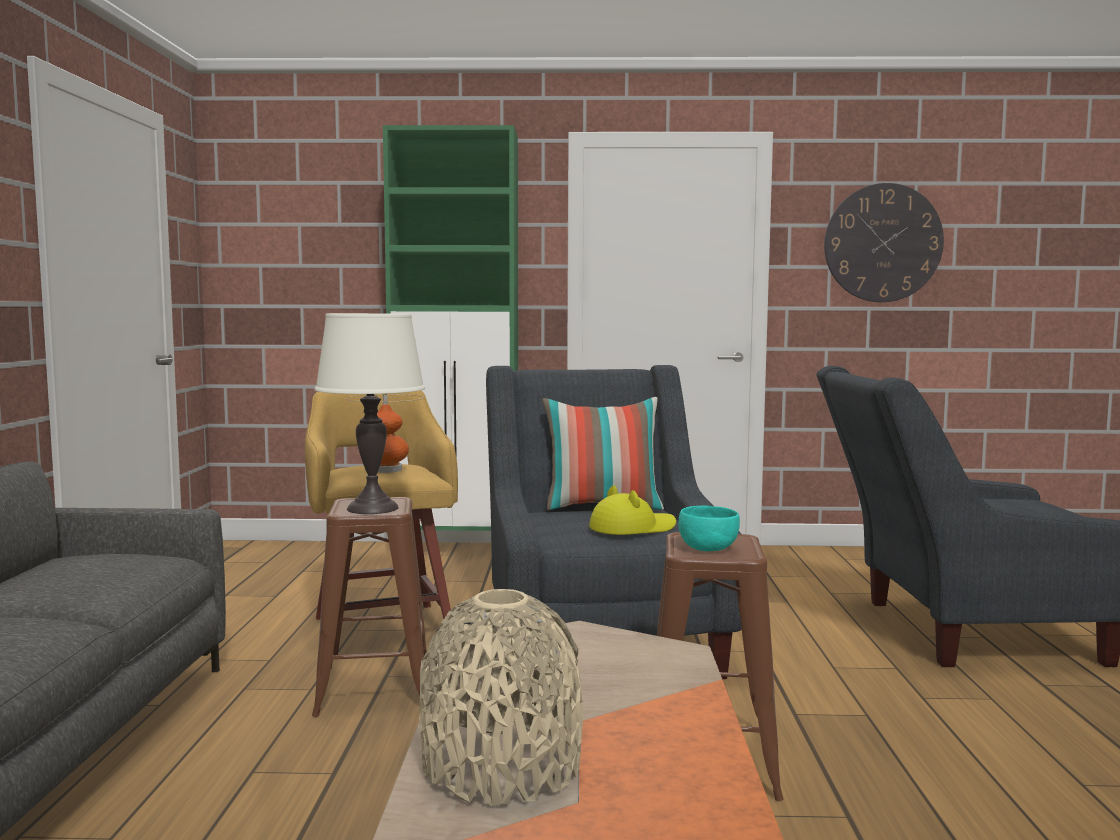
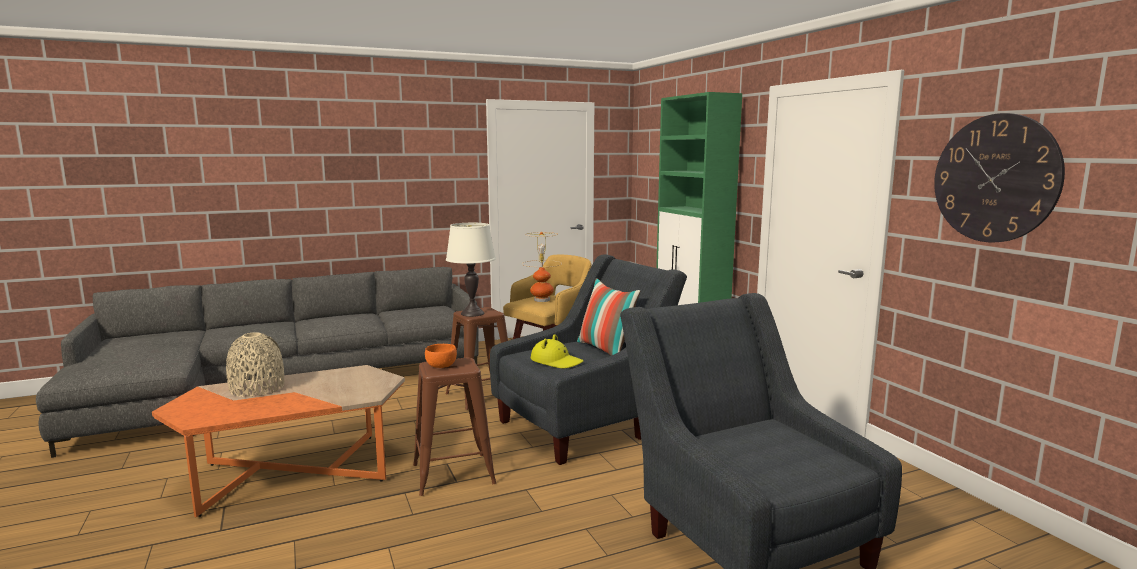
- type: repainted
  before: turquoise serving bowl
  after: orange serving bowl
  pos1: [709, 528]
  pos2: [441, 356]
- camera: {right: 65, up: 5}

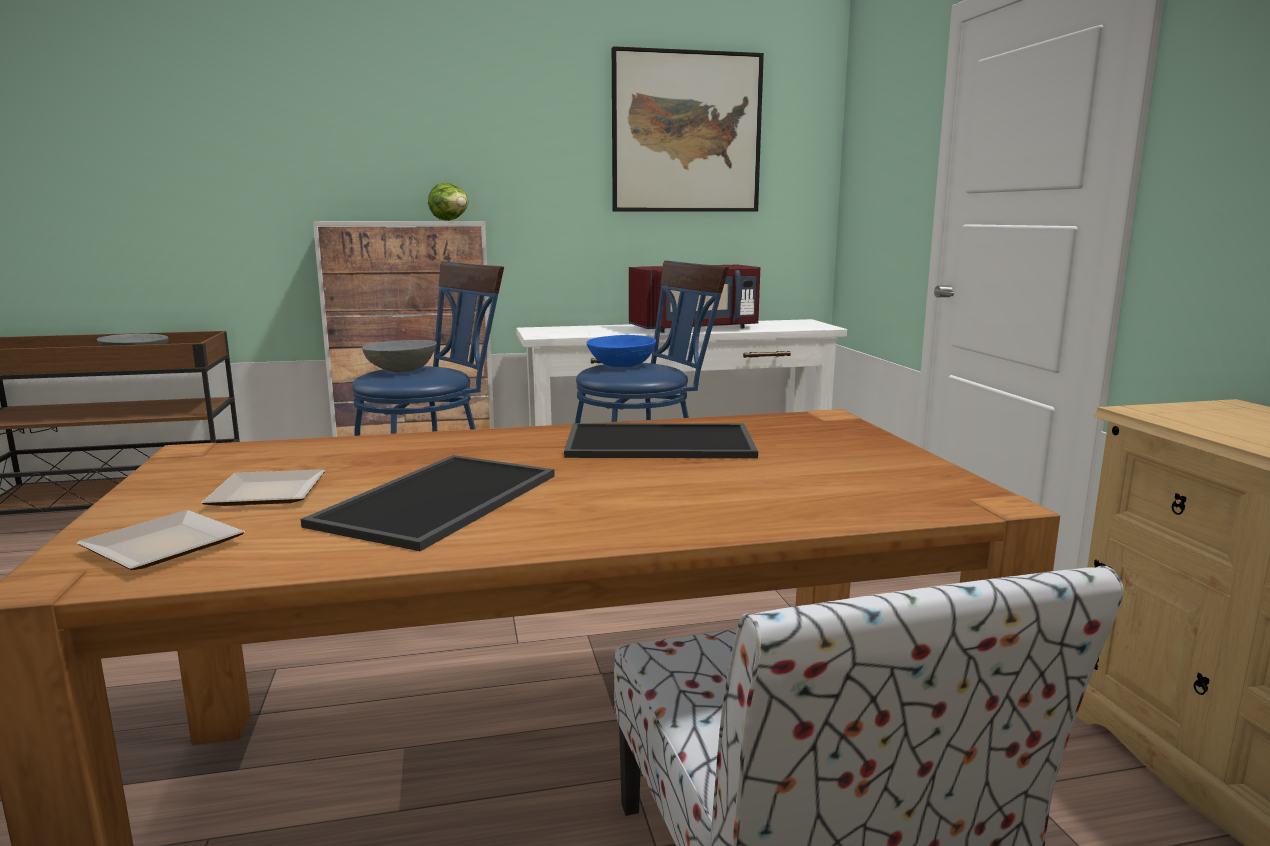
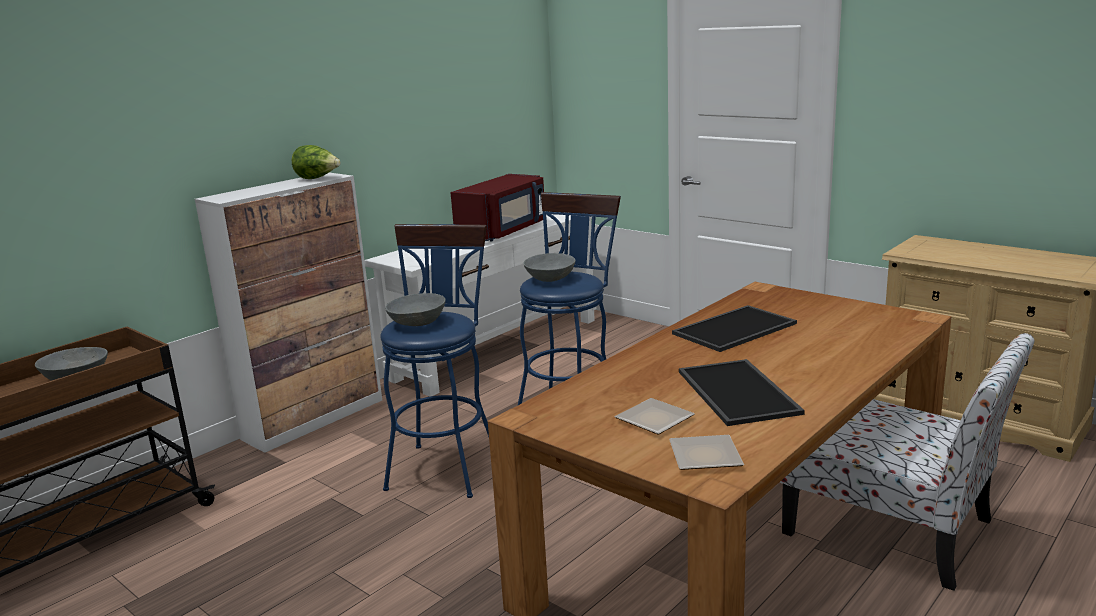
- type: repainted
  before: blue serving bowl
  after: greyish serving bowl
  pos1: [621, 351]
  pos2: [549, 267]
- type: gone
  before: wall art
  pos1: [688, 129]
- camera: {right: -35, up: 5}

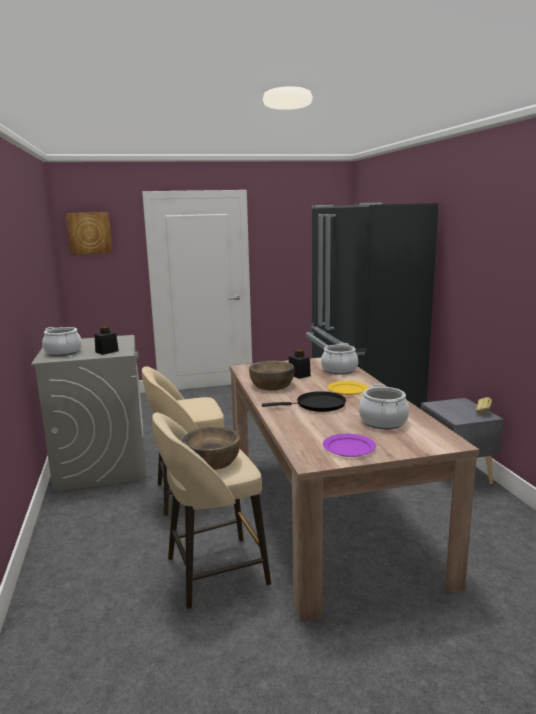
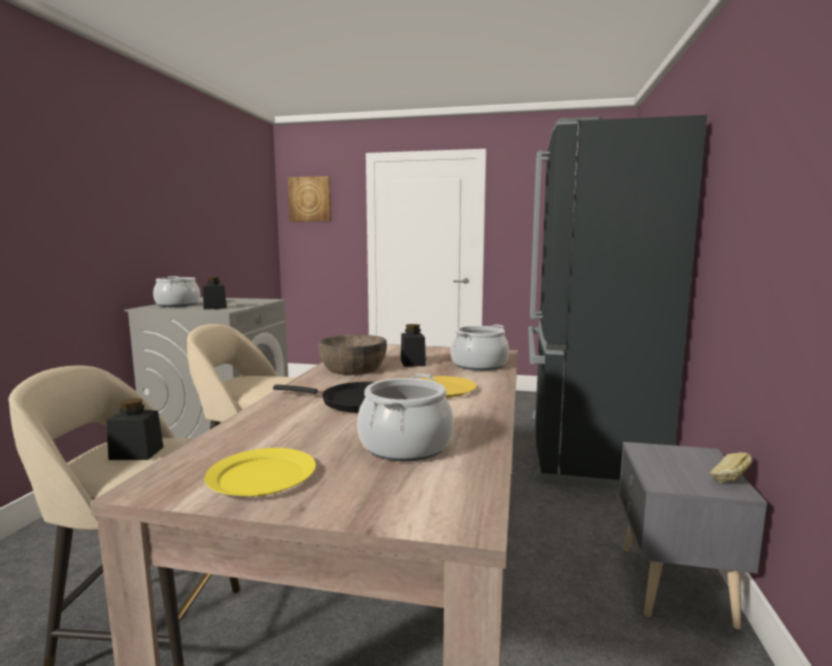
- type: swapped
  before: brownish serving bowl
  after: black-coloured preserve jar
  pos1: [211, 448]
  pos2: [134, 429]
- type: repainted
  before: purple flat dish
  after: yellow flat dish
  pos1: [349, 445]
  pos2: [260, 472]
- camera: {right: 25, up: -5}

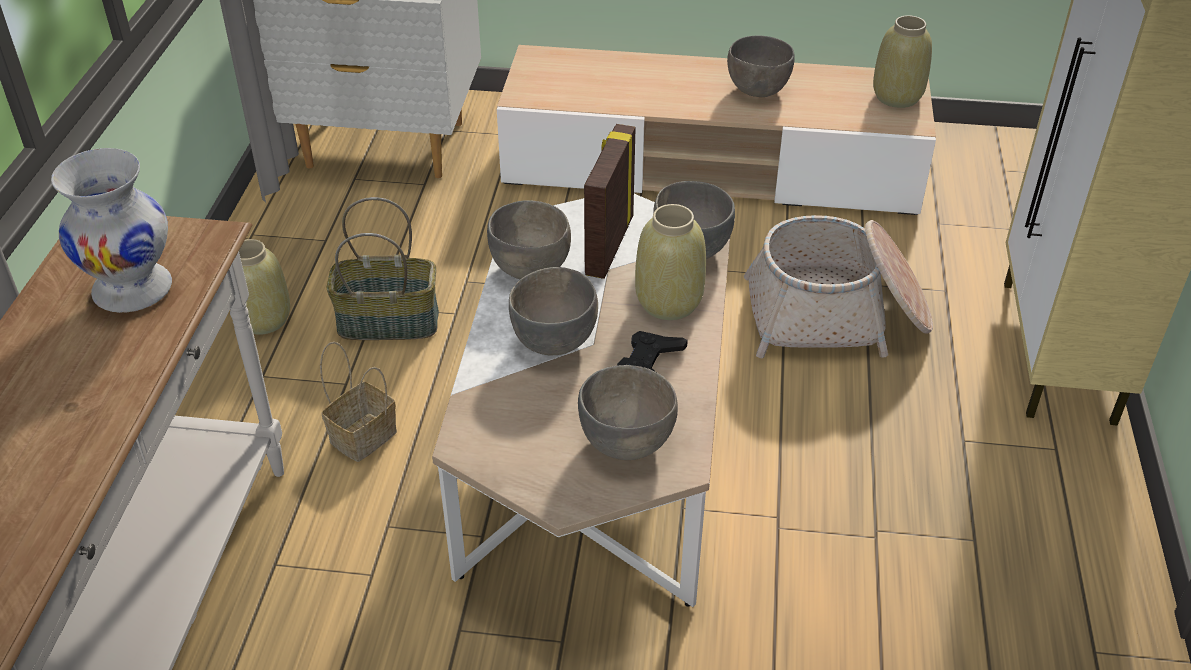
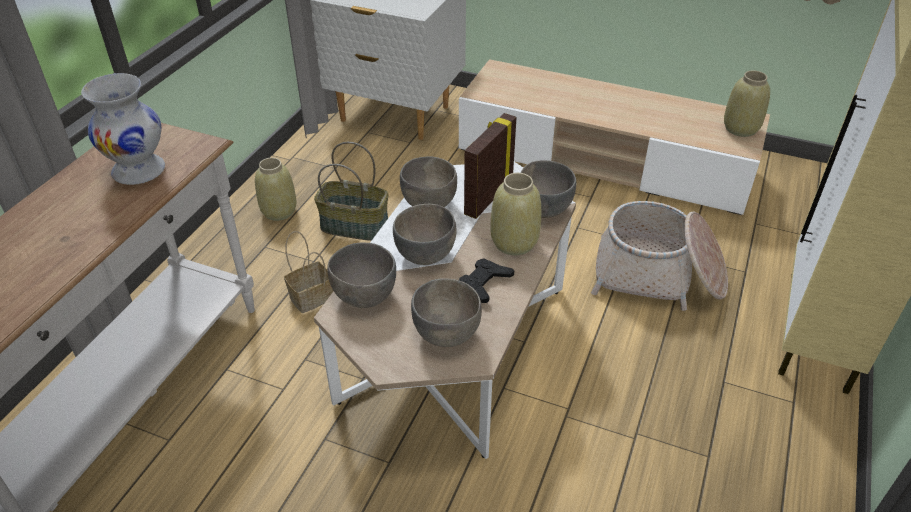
- type: shifted
  before: greyish serving bowl
  pos1: [761, 66]
  pos2: [361, 275]
- camera: {right: 15, up: 0}

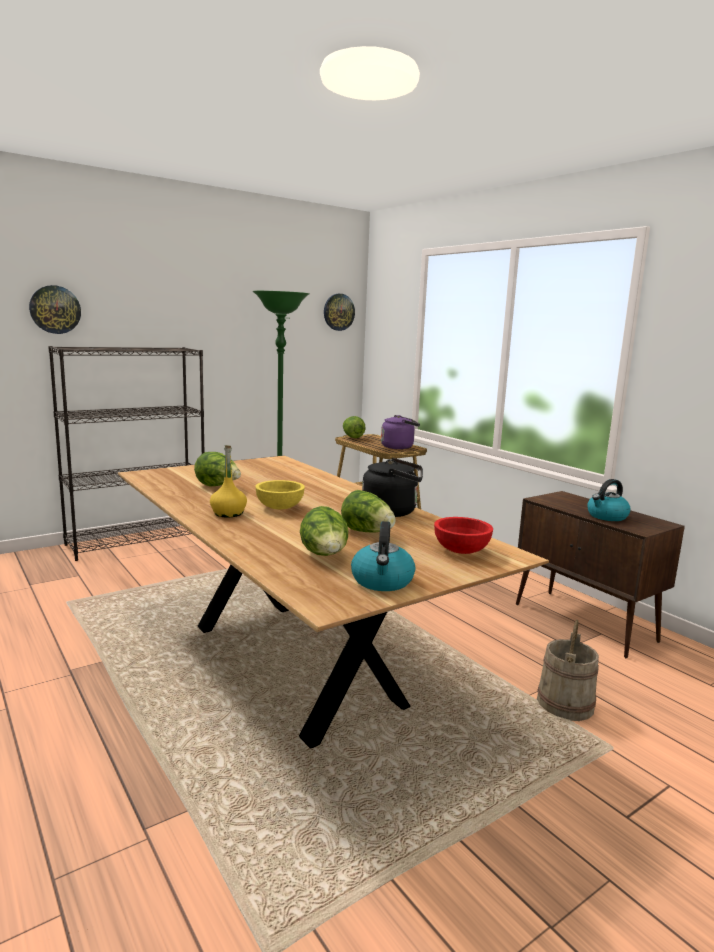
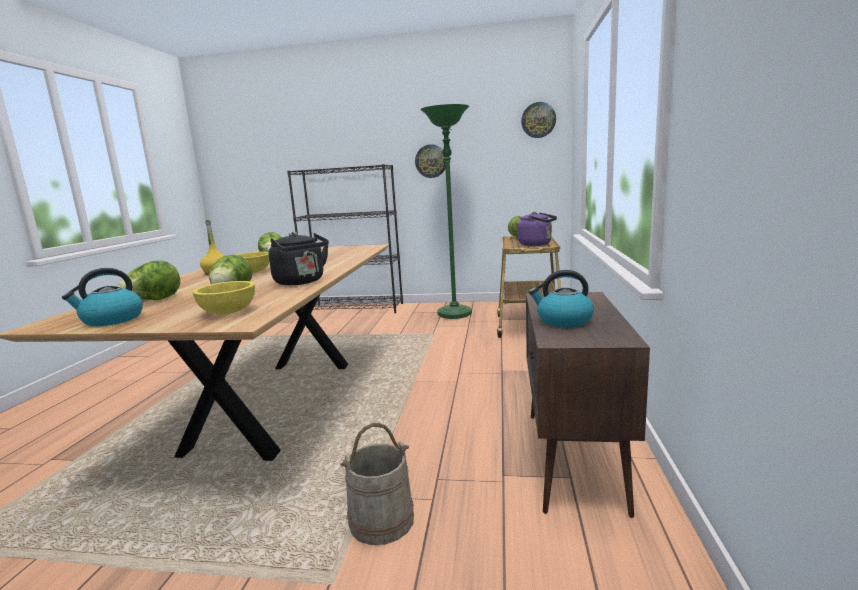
- type: repainted
  before: red serving bowl
  after: yellow serving bowl
  pos1: [463, 535]
  pos2: [223, 297]
- type: shifted
  before: hanging clock
  pos1: [55, 309]
  pos2: [430, 161]
- camera: {right: 45, up: 0}

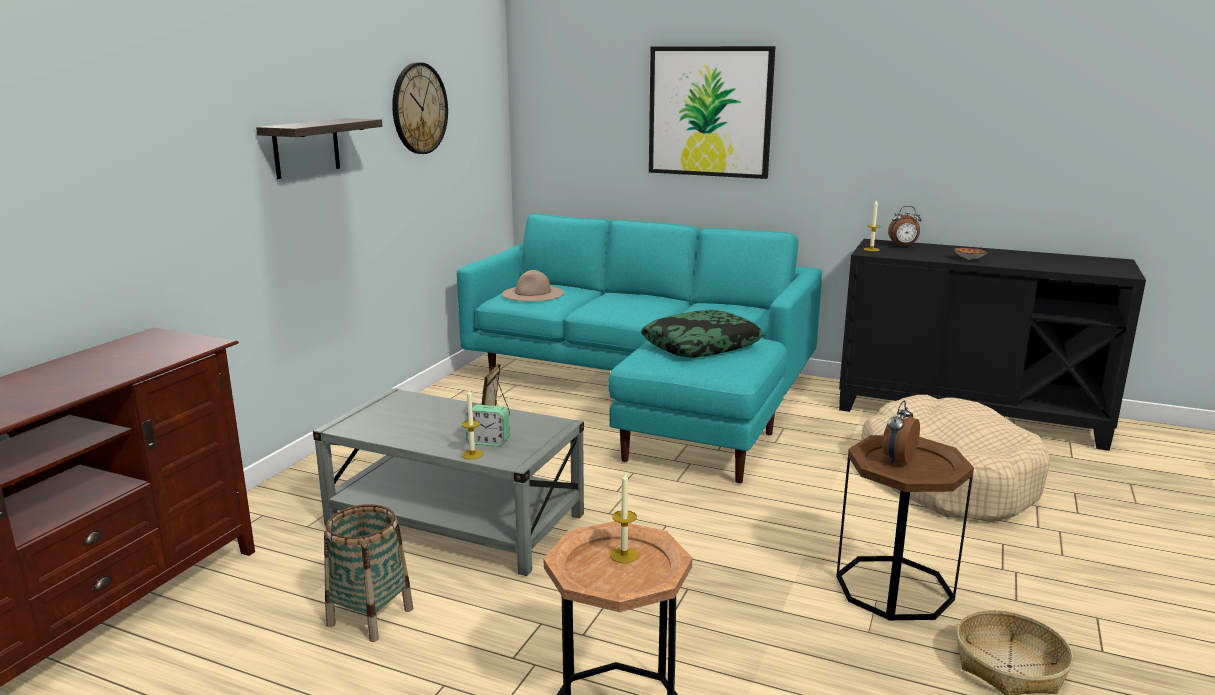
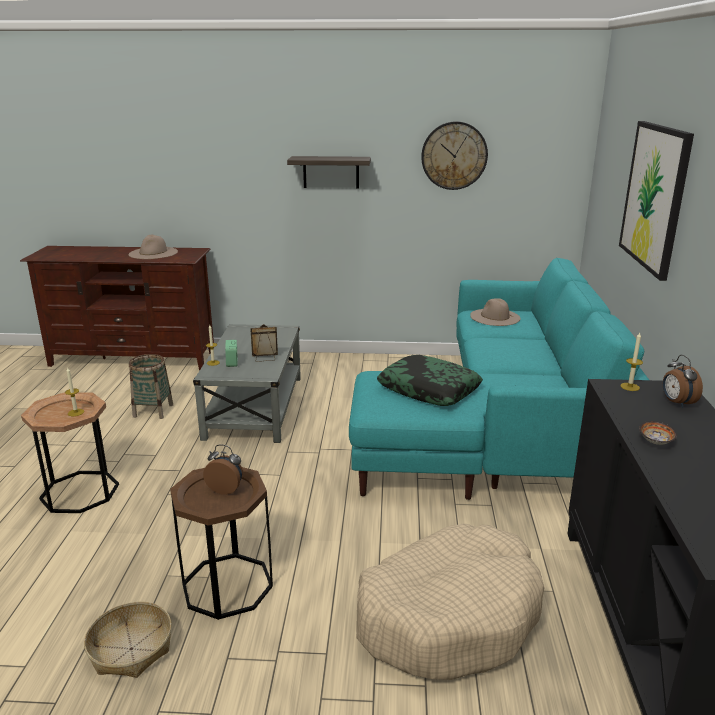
- type: new
  after: beige-coloured hat
  pos2: [153, 247]
- camera: {right: 70, up: 5}

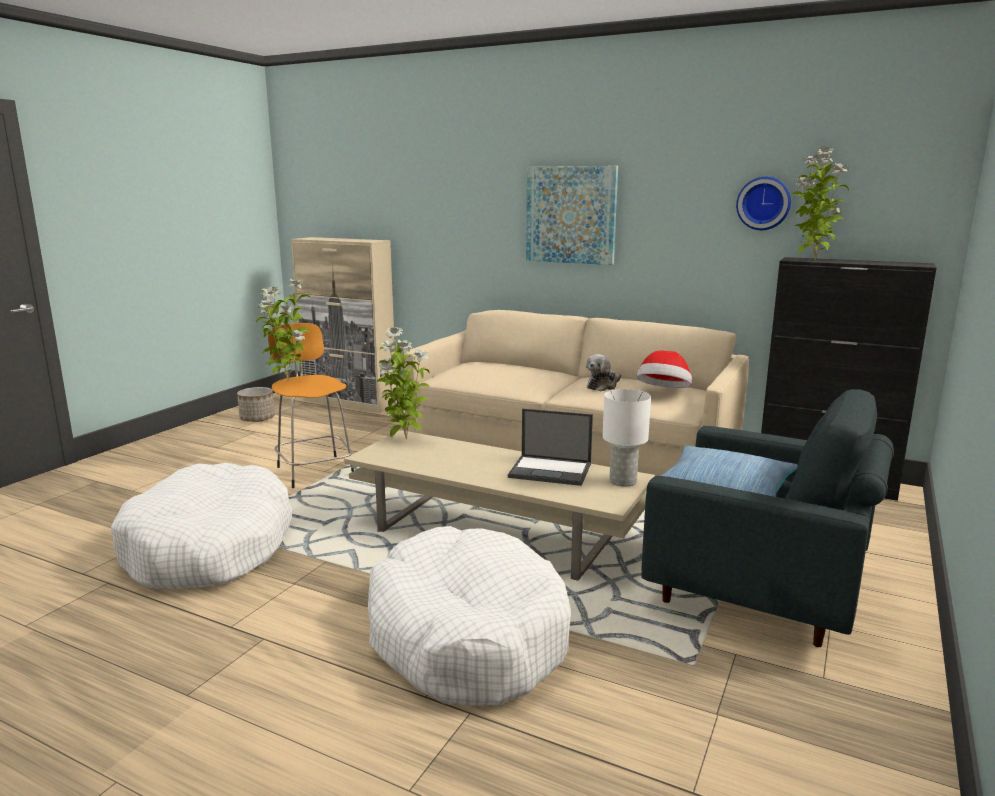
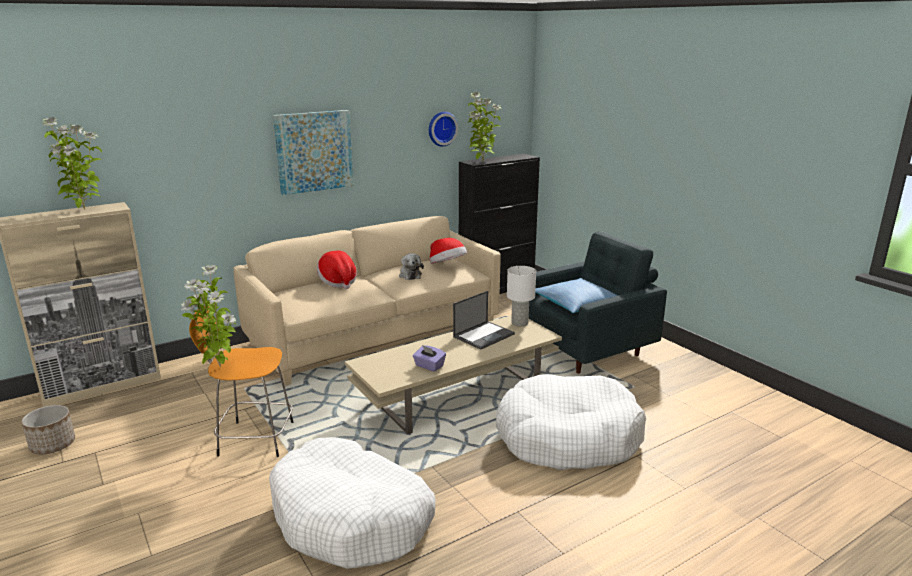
- type: shifted
  before: potted plant
  pos1: [403, 383]
  pos2: [72, 163]
- type: new
  after: hat
  pos2: [337, 270]
- type: new
  after: purple tissue holder
  pos2: [429, 358]
- camera: {right: -60, up: 5}

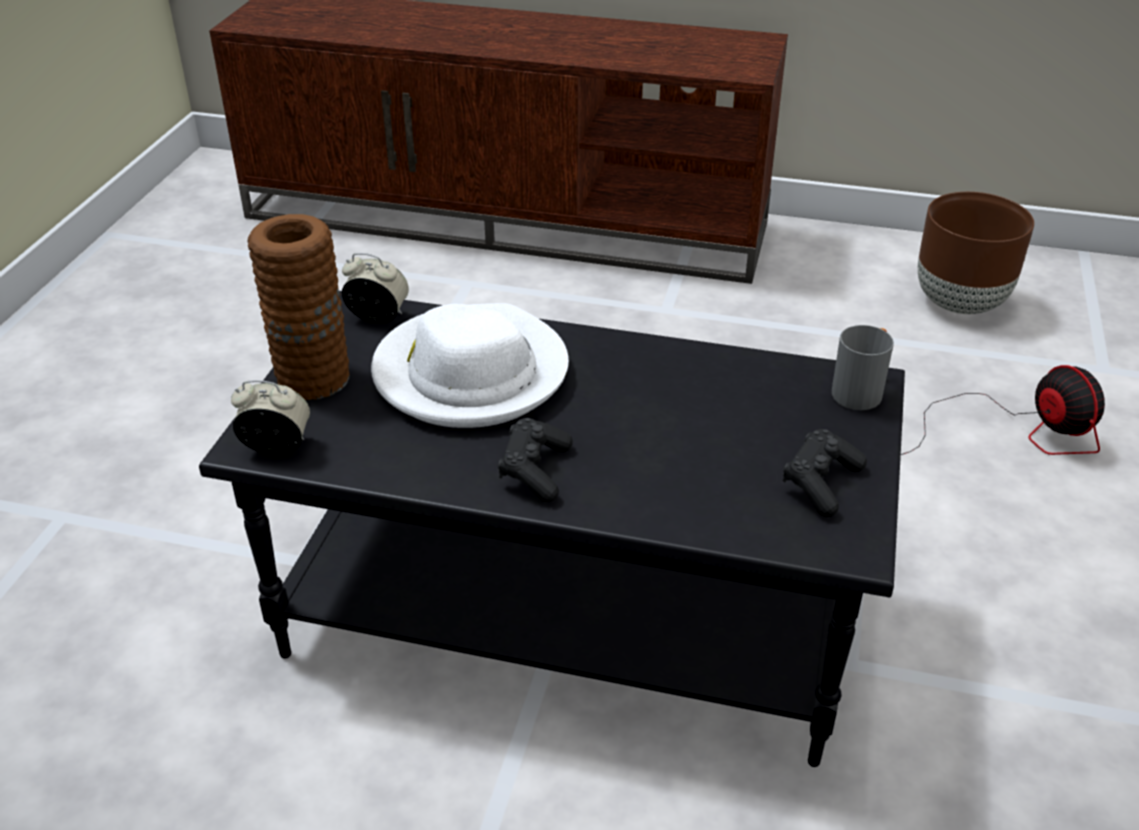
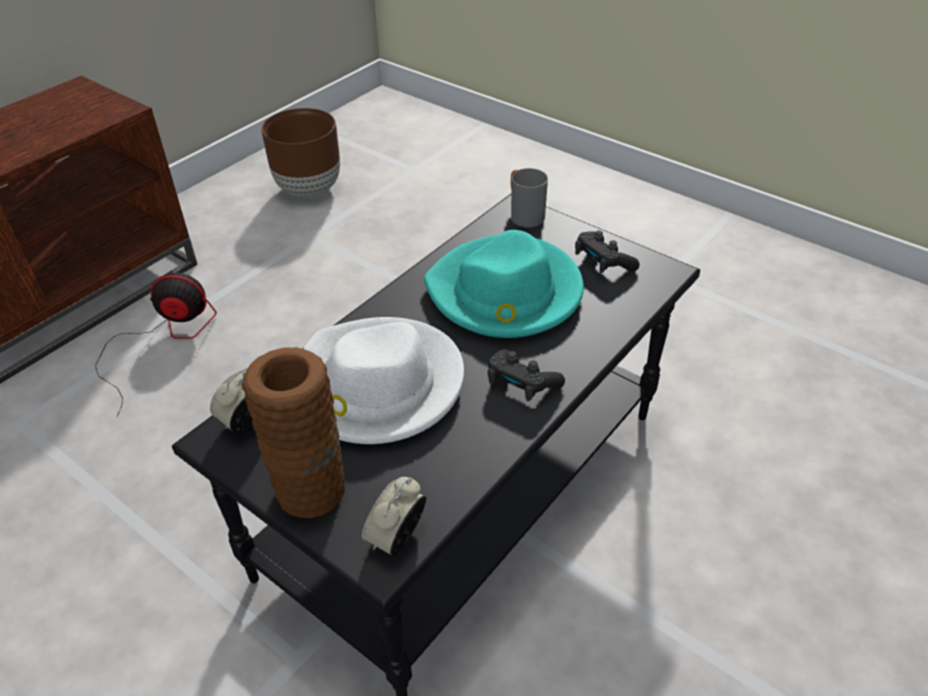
- type: shifted
  before: electric fan
  pos1: [1003, 410]
  pos2: [155, 345]
- type: new
  after: turquoise hat
  pos2: [504, 284]
- camera: {right: -65, up: 5}

